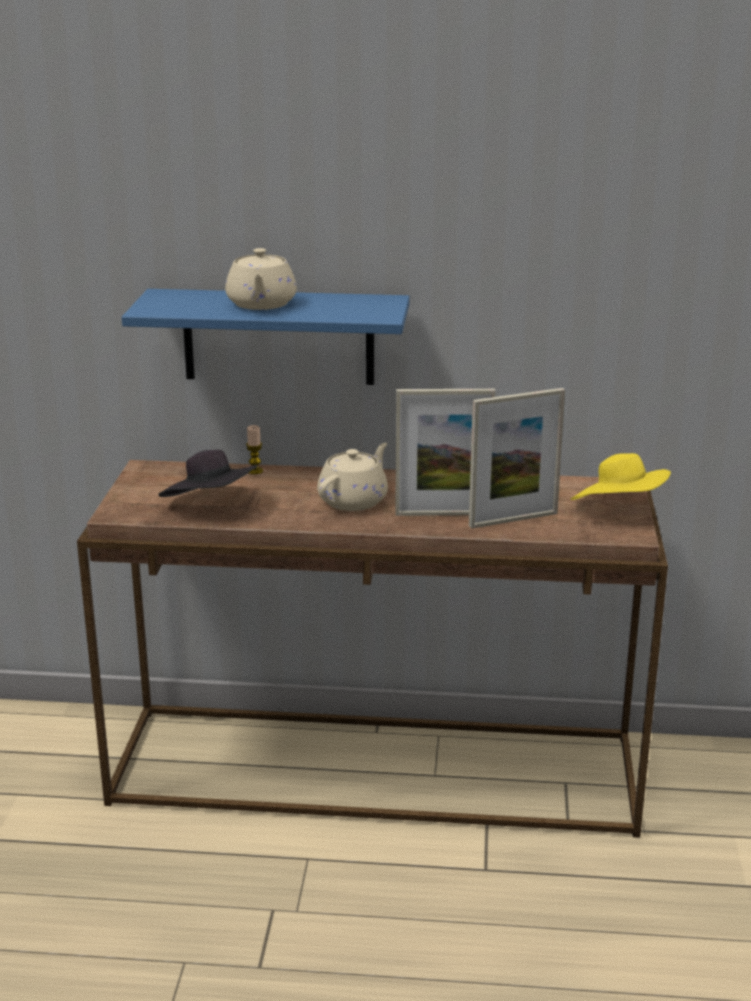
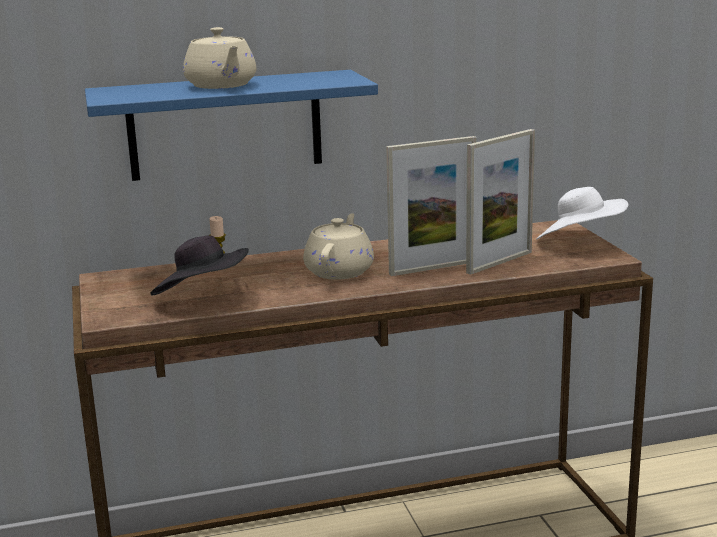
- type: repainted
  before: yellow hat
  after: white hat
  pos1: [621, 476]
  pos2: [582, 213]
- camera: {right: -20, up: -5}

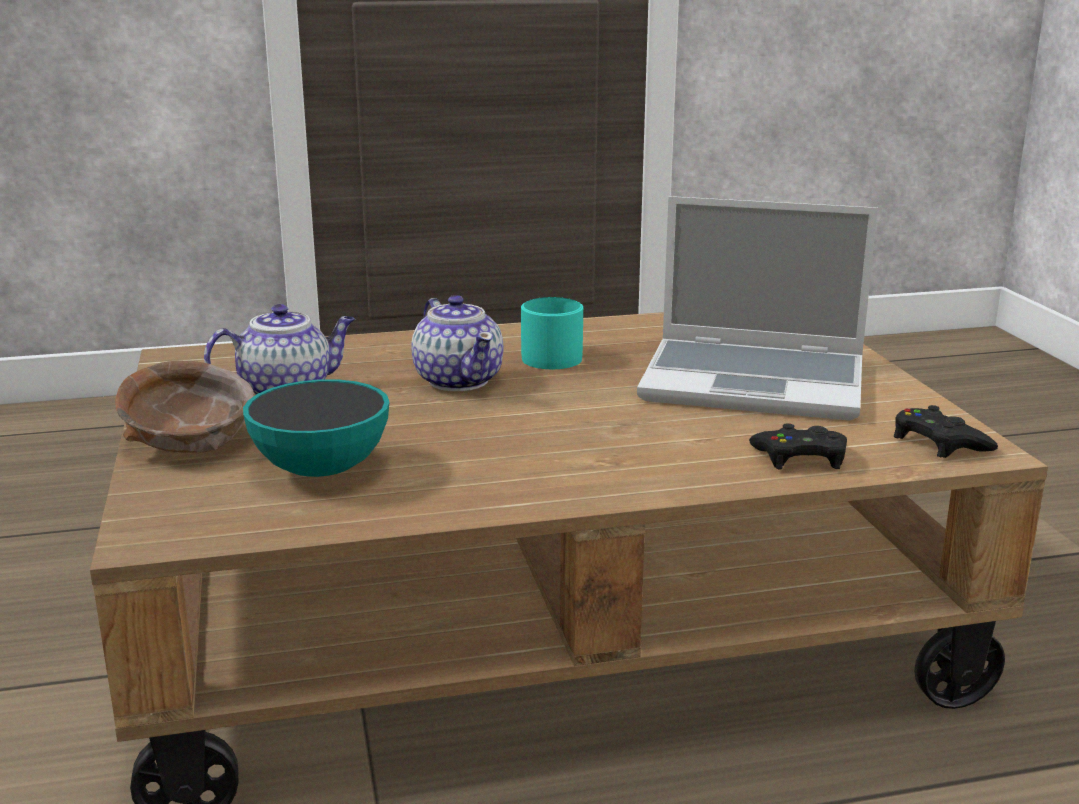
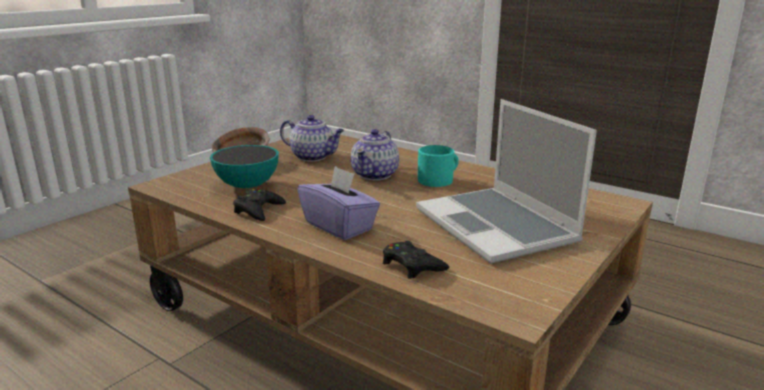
- type: shifted
  before: black-coloured game controller
  pos1: [946, 431]
  pos2: [259, 204]
- type: new
  after: purple tissue holder
  pos2: [338, 203]
- camera: {right: 50, up: 0}

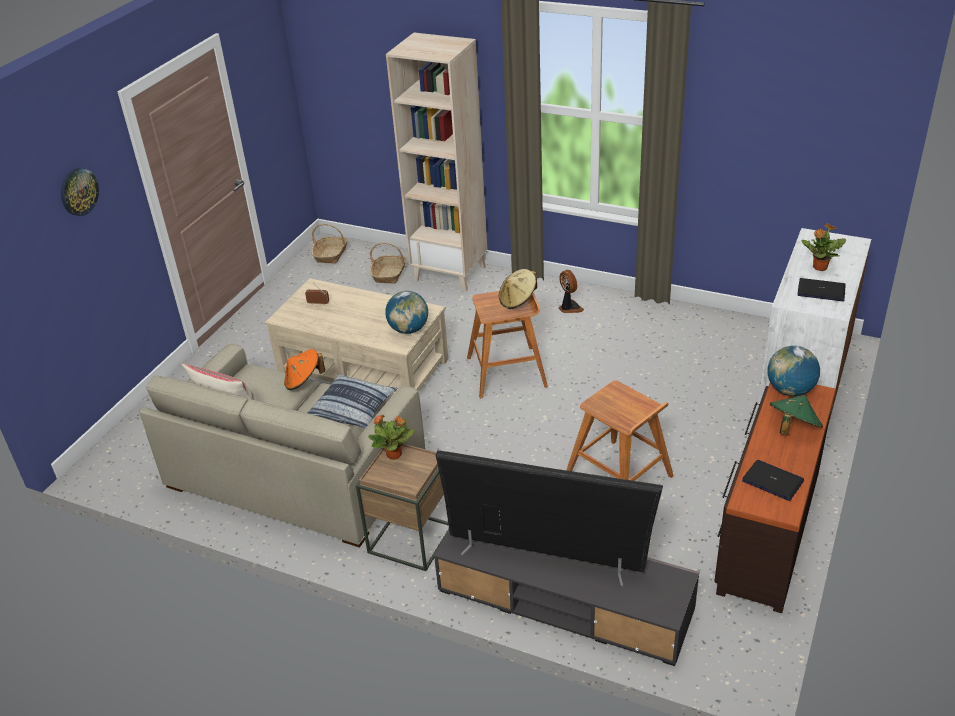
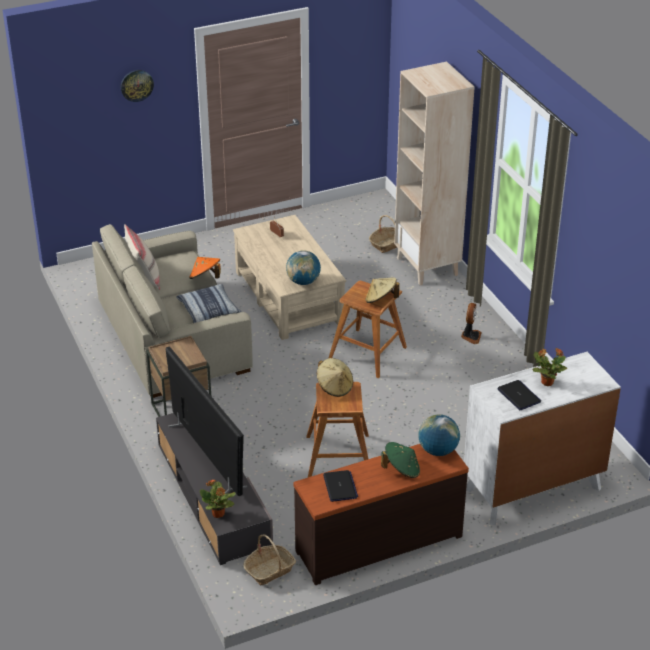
- type: shifted
  before: potted plant
  pos1: [391, 437]
  pos2: [218, 498]
- type: shifted
  before: basket
  pos1: [329, 244]
  pos2: [269, 560]
- type: new
  after: beige-coloured hat
  pos2: [335, 377]
- camera: {right: 40, up: 0}

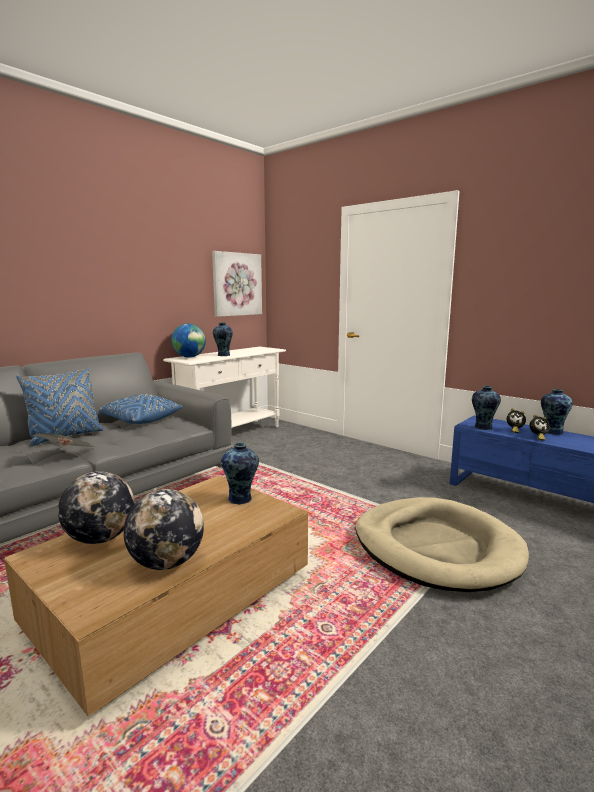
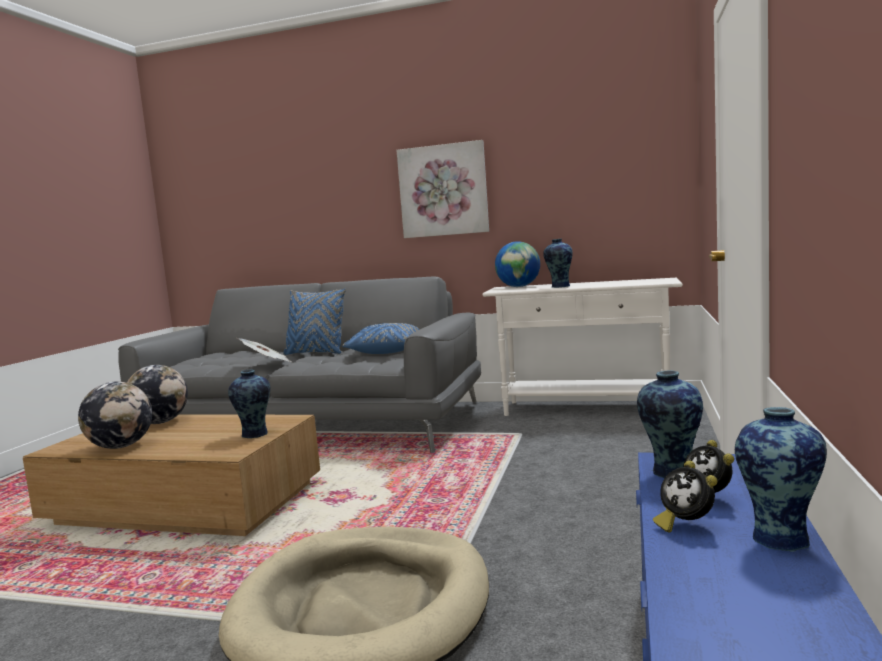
- type: shifted
  before: wall art
  pos1: [237, 284]
  pos2: [442, 189]
- camera: {right: 65, up: -5}

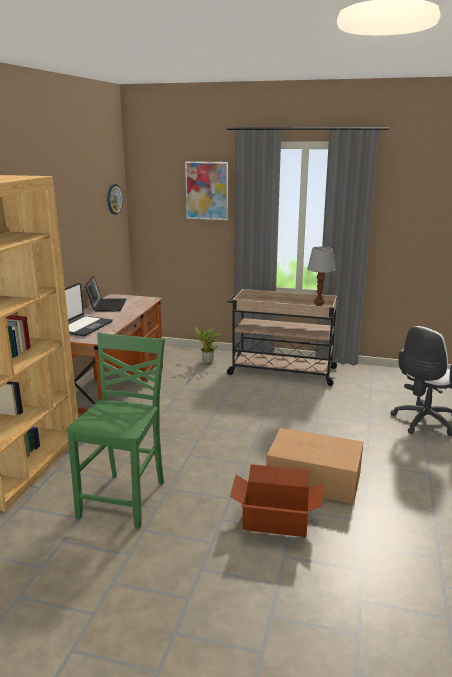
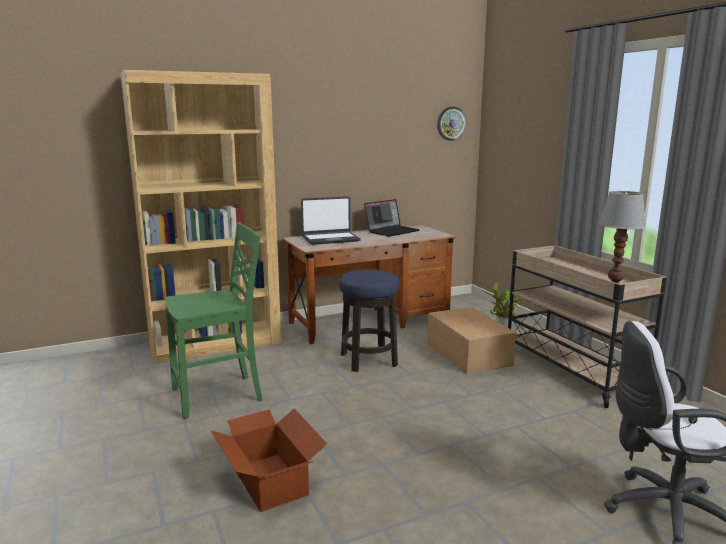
- type: new
  after: sitting stool
  pos2: [369, 320]
- type: shifted
  before: carton
  pos1: [314, 466]
  pos2: [471, 340]
- type: gone
  before: wall art
  pos1: [206, 190]
- camera: {right: 50, up: -5}

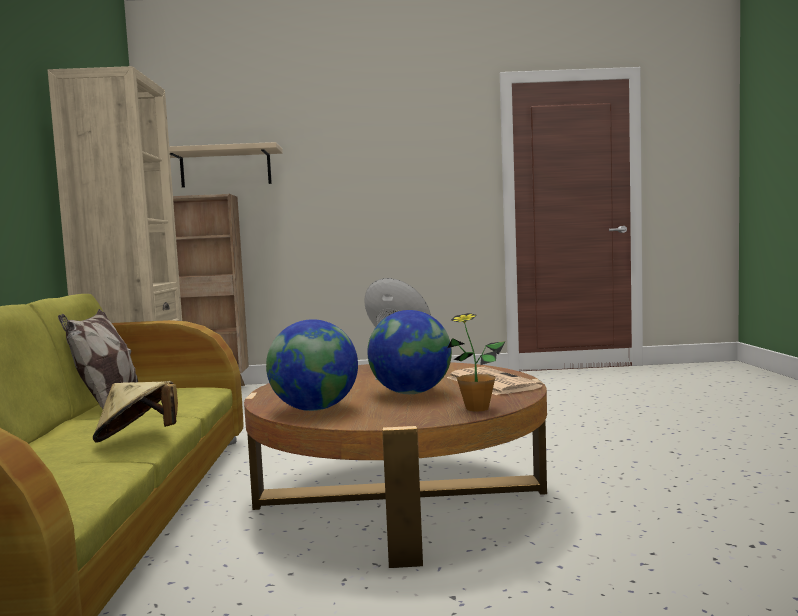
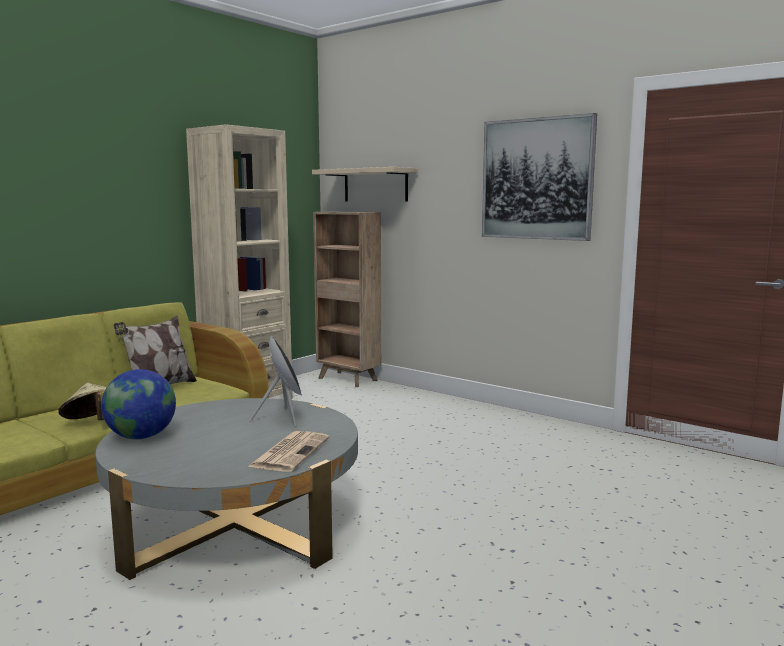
- type: repainted
  before: brownish lounge table
  after: greyish lounge table
  pos1: [395, 465]
  pos2: [227, 489]
- type: new
  after: wall art
  pos2: [539, 177]
- type: gone
  before: desk globe
  pos1: [409, 352]
- type: gone
  before: potted plant
  pos1: [477, 362]
- camera: {right: 40, up: 5}

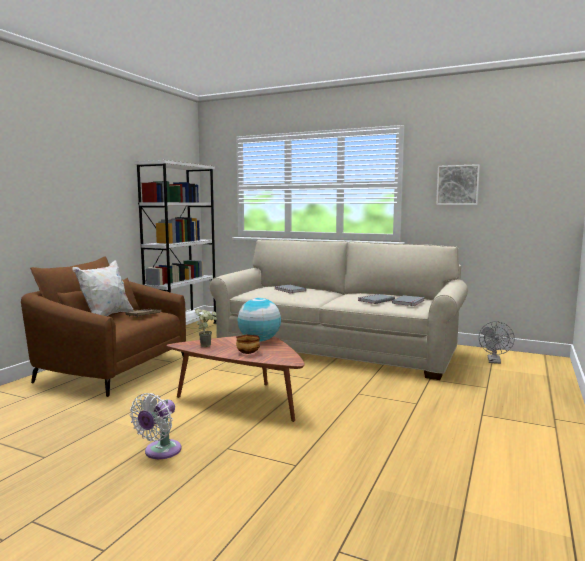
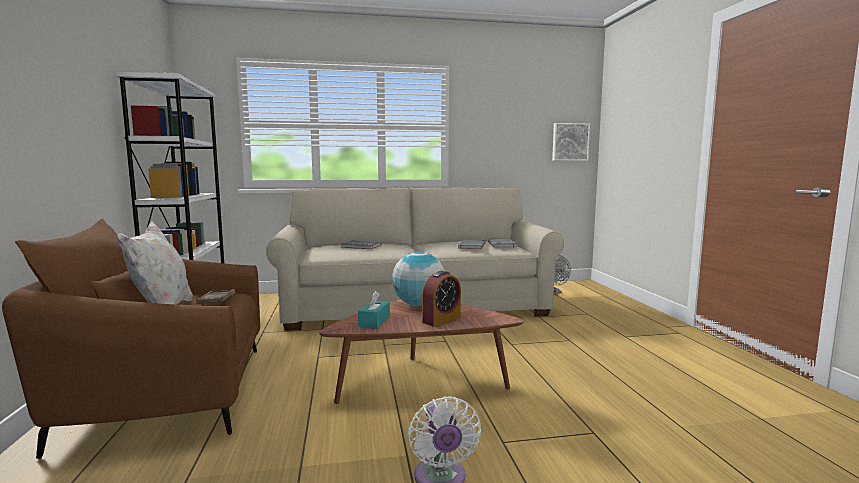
- type: swapped
  before: potted plant
  after: turquoise tissue holder
  pos1: [206, 328]
  pos2: [374, 310]
- type: swapped
  before: serving bowl
  after: table clock
  pos1: [248, 344]
  pos2: [441, 299]
- type: shifted
  before: wall art
  pos1: [458, 184]
  pos2: [571, 142]
- camera: {right: -35, up: 0}

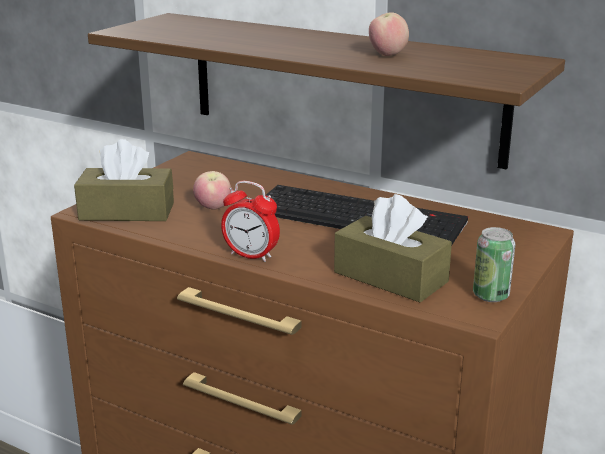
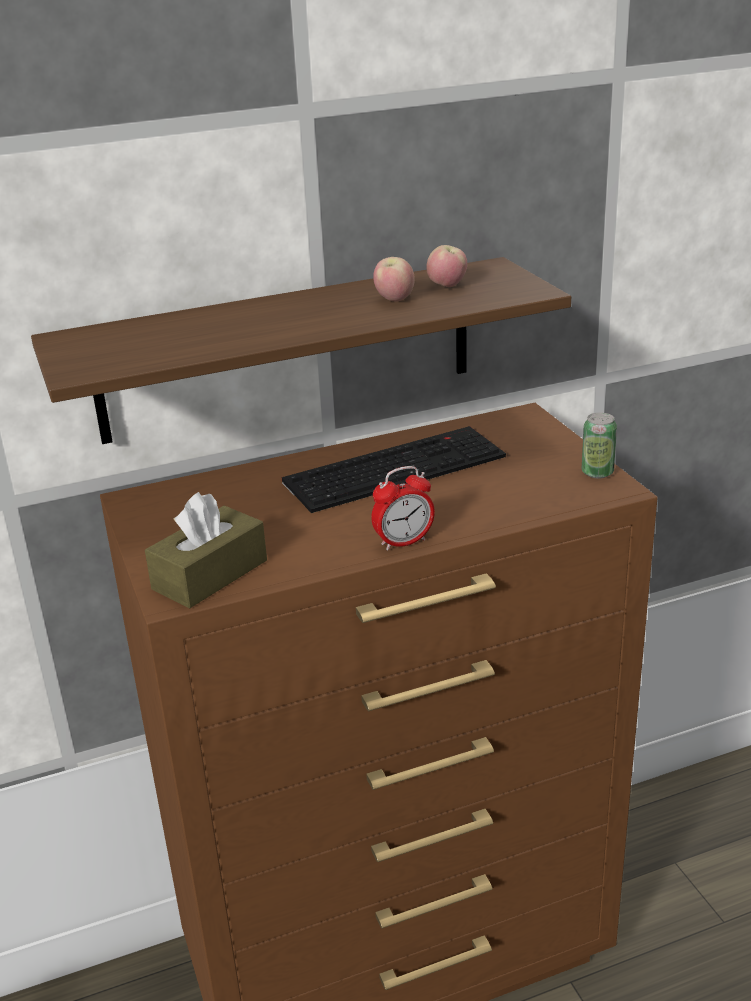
- type: shifted
  before: apple fruit
  pos1: [212, 190]
  pos2: [446, 266]
- type: gone
  before: brownish tissue holder
  pos1: [393, 248]
- camera: {right: -50, up: 5}

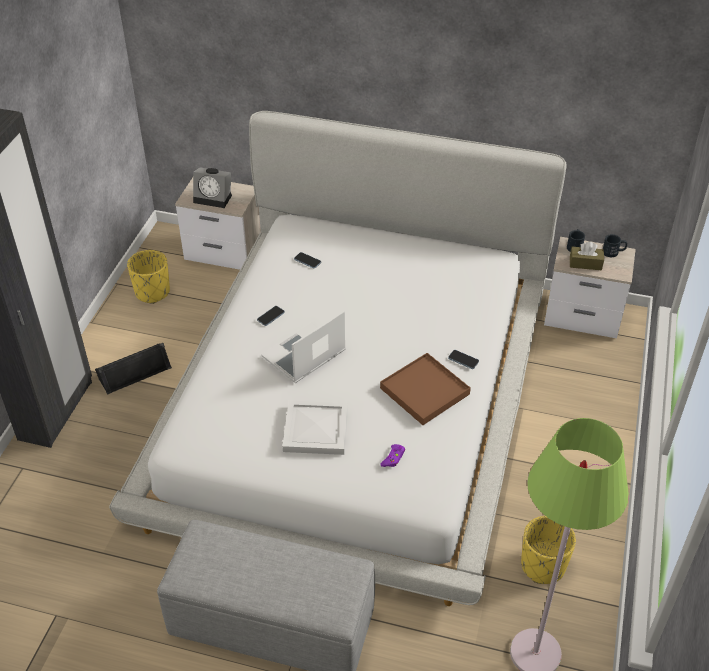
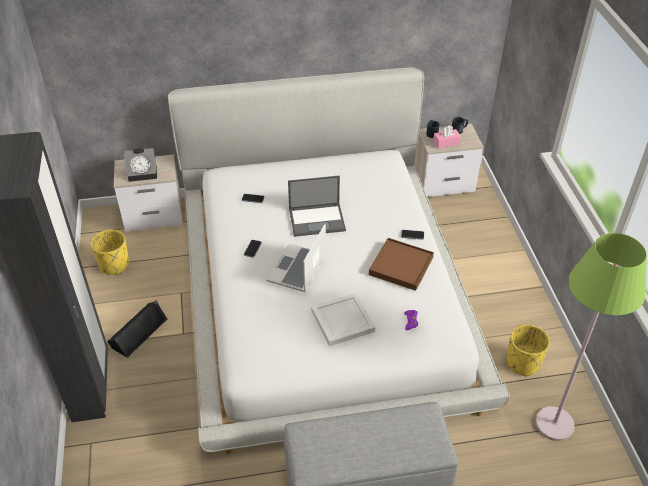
- type: new
  after: portable computer
  pos2: [317, 206]
- type: repainted
  before: brownish tissue holder
  after: pinkish tissue holder
  pos1: [587, 256]
  pos2: [447, 137]
- camera: {right: -25, up: 0}

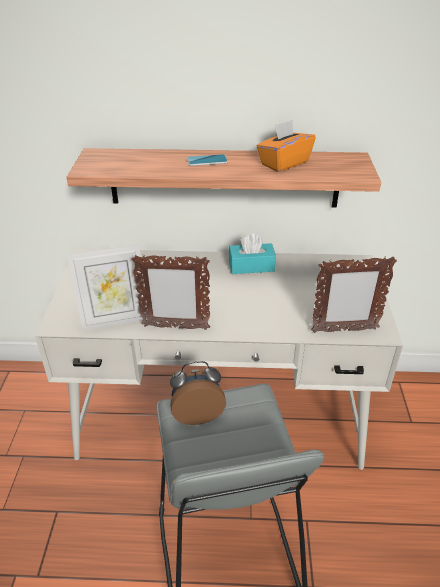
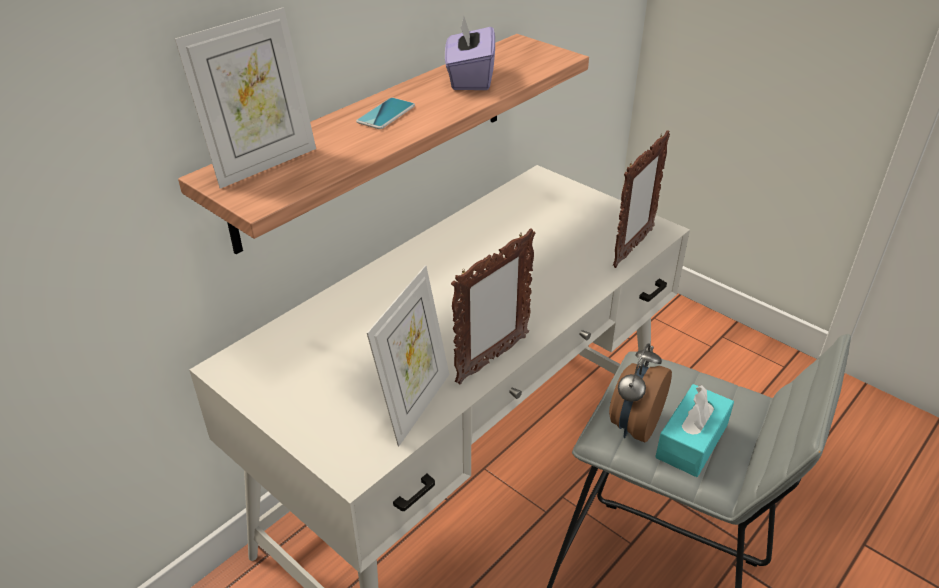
- type: new
  after: picture frame
  pos2: [245, 98]
- type: repainted
  before: orange tissue holder
  after: purple tissue holder
  pos1: [286, 146]
  pos2: [470, 53]
- type: shifted
  before: turquoise tissue holder
  pos1: [252, 254]
  pos2: [694, 430]
- camera: {right: -50, up: 0}

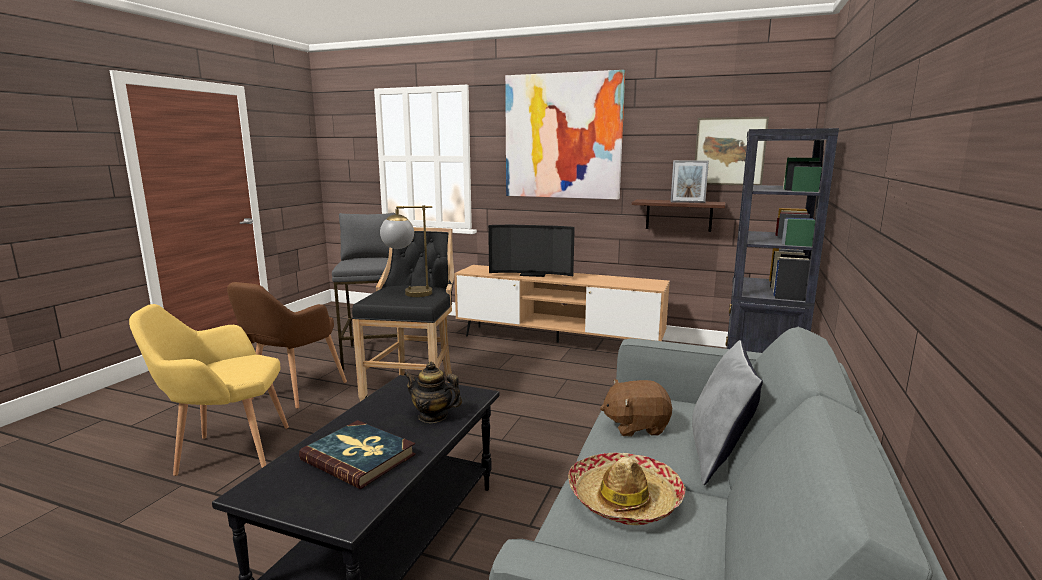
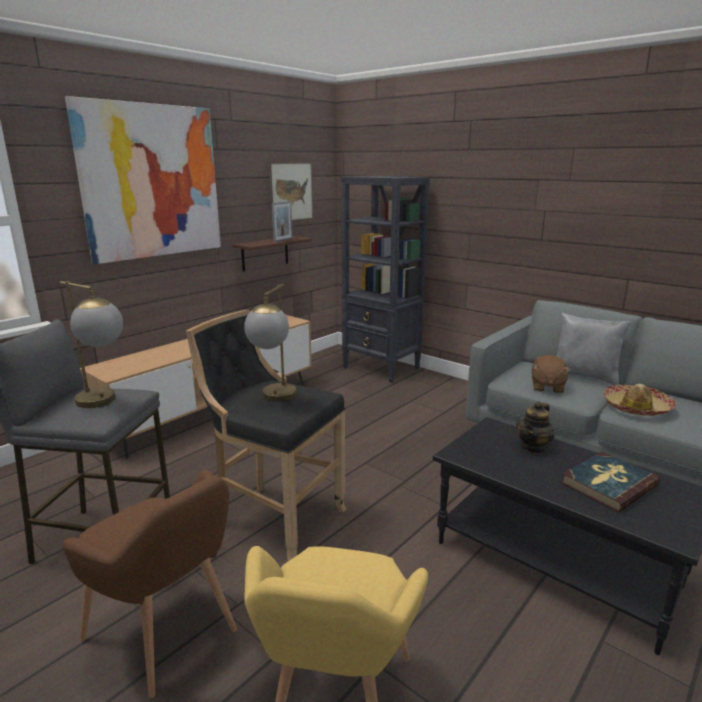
- type: new
  after: lamp for a table
  pos2: [91, 344]
- type: gone
  before: TV
  pos1: [531, 251]
- camera: {right: -70, up: 5}

